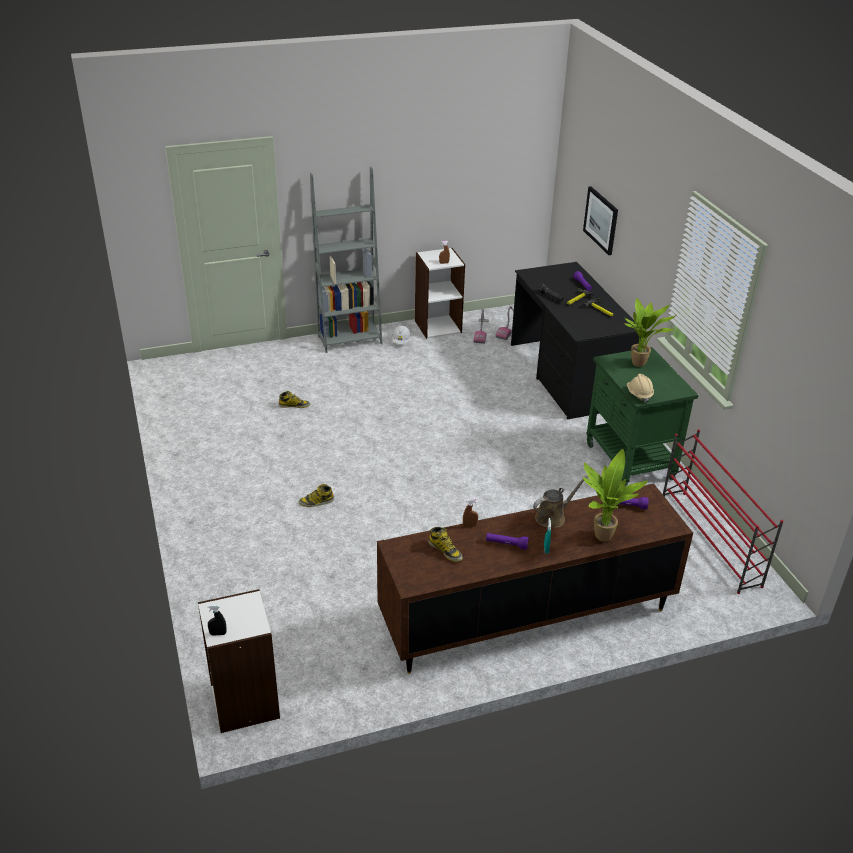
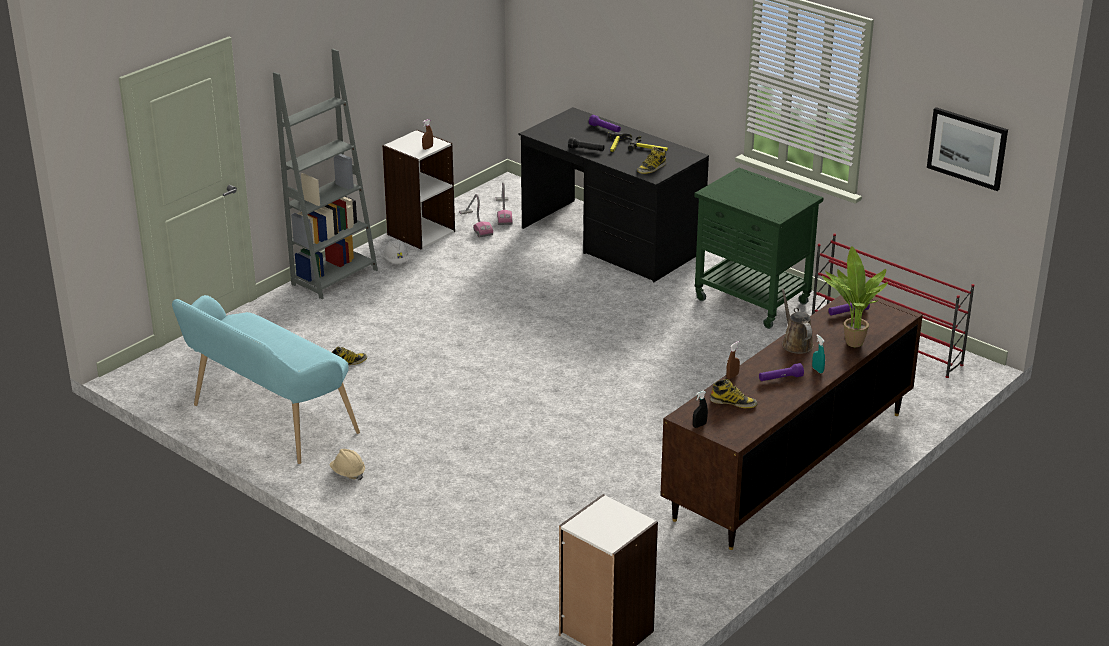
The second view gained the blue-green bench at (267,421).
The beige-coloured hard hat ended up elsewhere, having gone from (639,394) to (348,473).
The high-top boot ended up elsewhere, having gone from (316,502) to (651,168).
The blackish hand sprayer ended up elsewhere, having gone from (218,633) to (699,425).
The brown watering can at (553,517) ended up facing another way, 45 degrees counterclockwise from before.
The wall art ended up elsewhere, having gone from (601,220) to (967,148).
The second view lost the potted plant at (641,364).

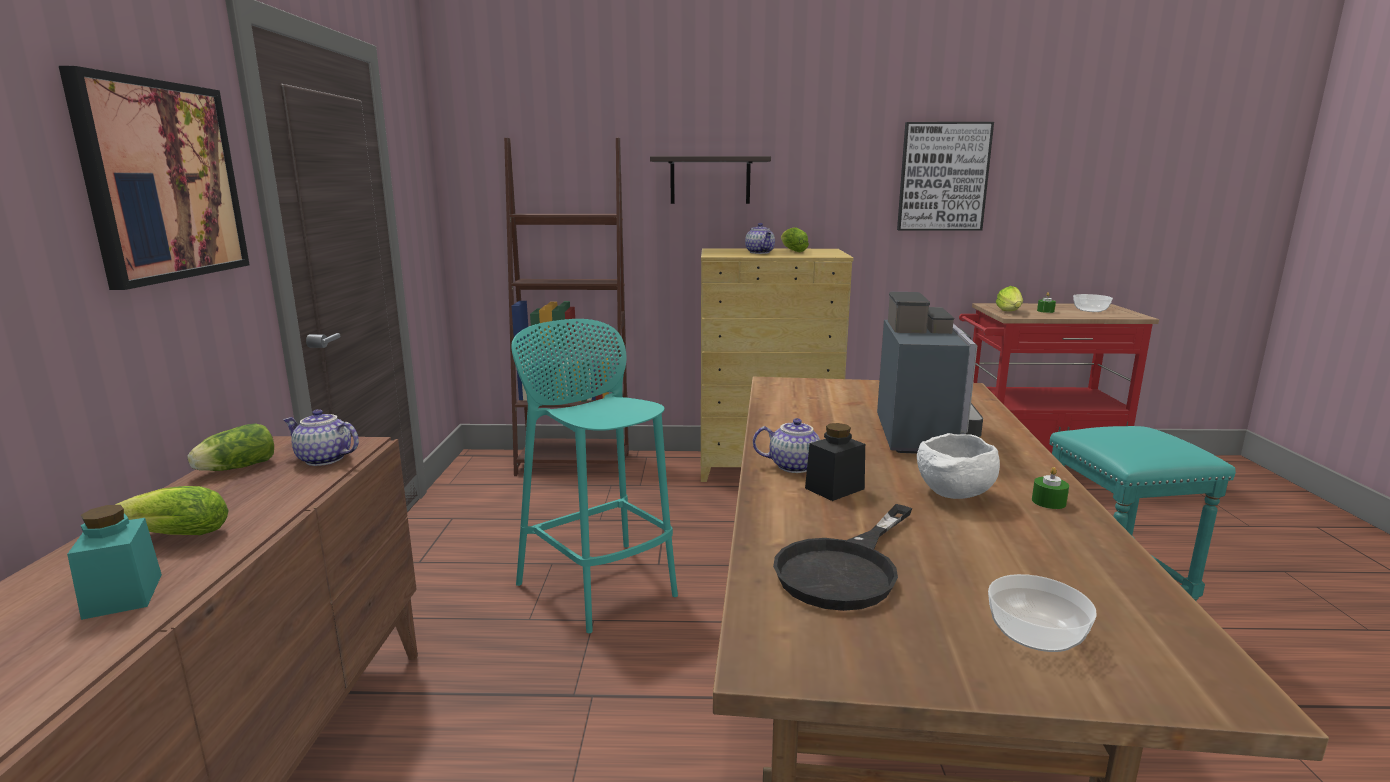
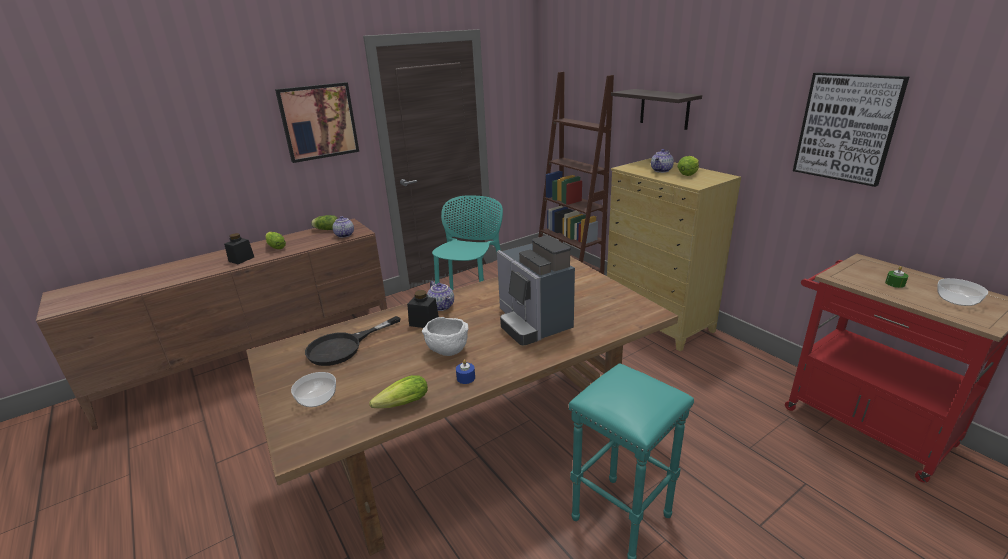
What was the blue-green jar at (123,596) turned into the blackish jar at (241,259).
The blackish skillet at (845,568) ended up facing another way, 45 degrees counterclockwise from before.
The lettuce ended up elsewhere, having gone from (1010,311) to (400,405).
What was the green wax light at (1048,502) turned into the blue-coloured wax light at (466,378).
The coffee brewer at (924,434) ended up facing another way, 90 degrees clockwise from before.

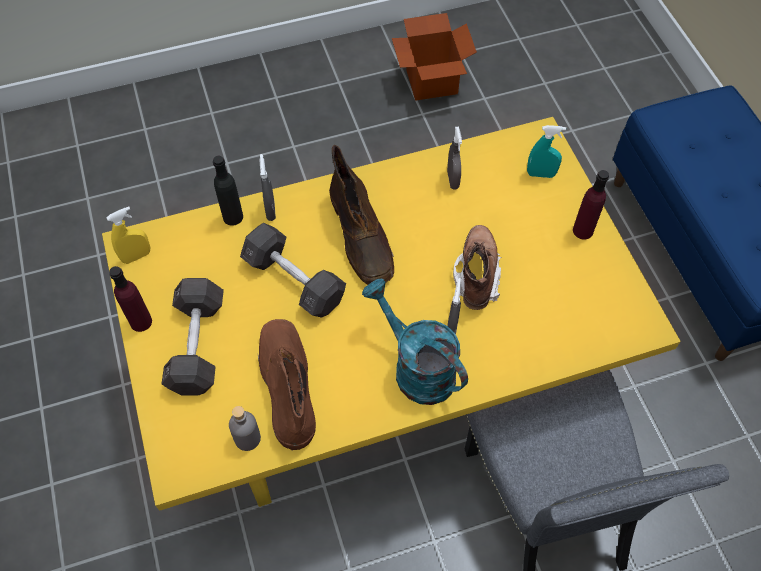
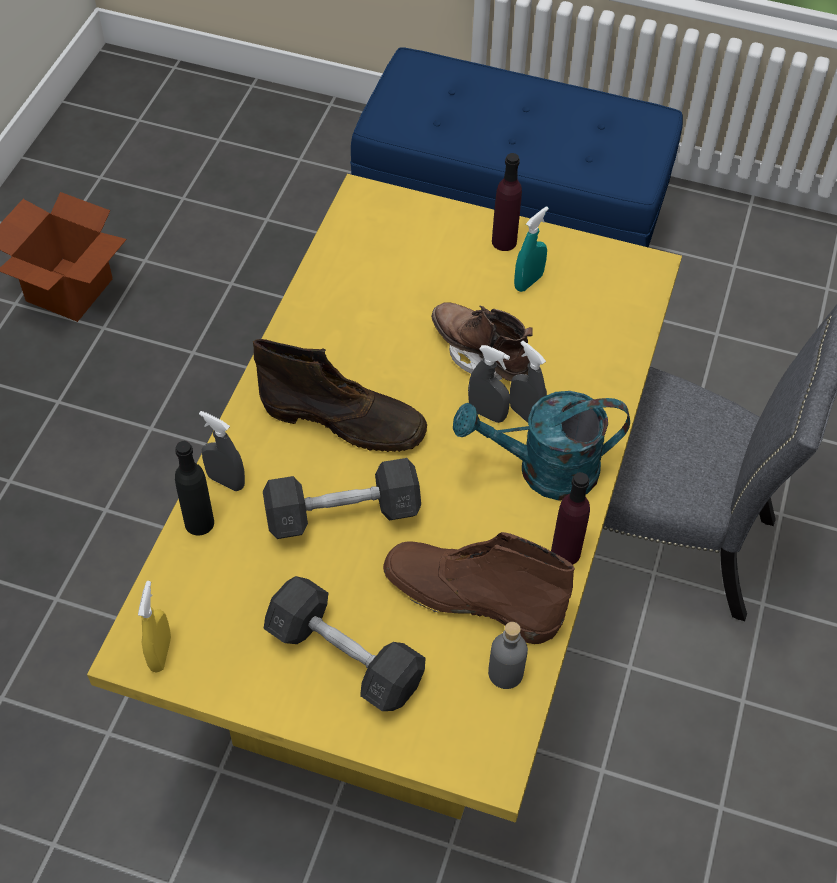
The gray hand sprayer ended up elsewhere, having gone from (453,180) to (487,413).
The blue-green hand sprayer ended up elsewhere, having gone from (541,174) to (528,282).
The purple-coloured bottle ended up elsewhere, having gone from (141,322) to (565,552).

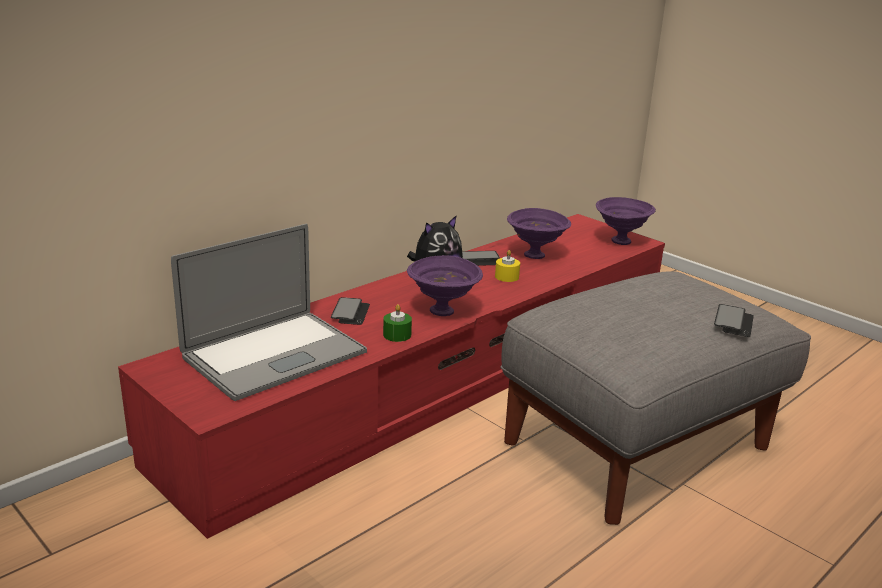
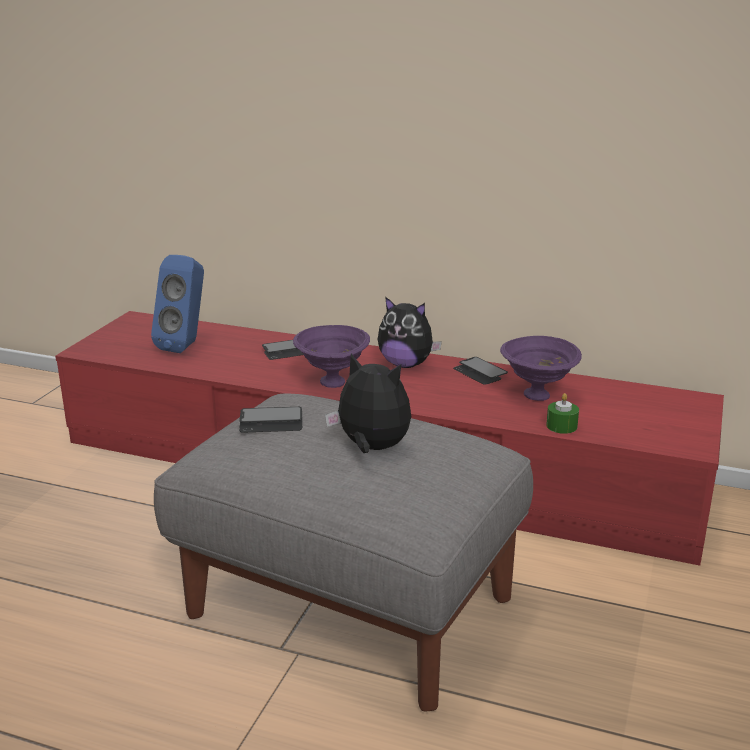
Where the notebook computer stood at (274,355), the blue-coloured audio speaker came to stand at (186,345).
The telephone ended up elsewhere, having gone from (733,322) to (271,422).
The second view gained the plush toy at (371,448).
The green wax light ended up elsewhere, having gone from (397,335) to (561,426).
The second view lost the yellowish wax light at (506,277).
The second view lost the purple-coloured bowl at (621,242).

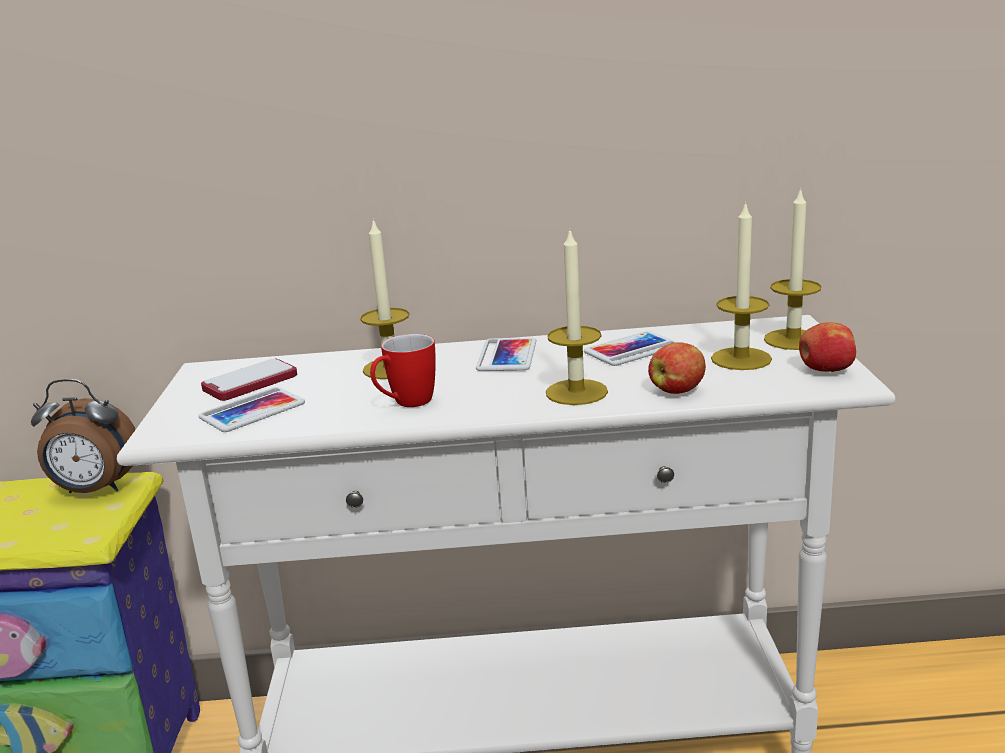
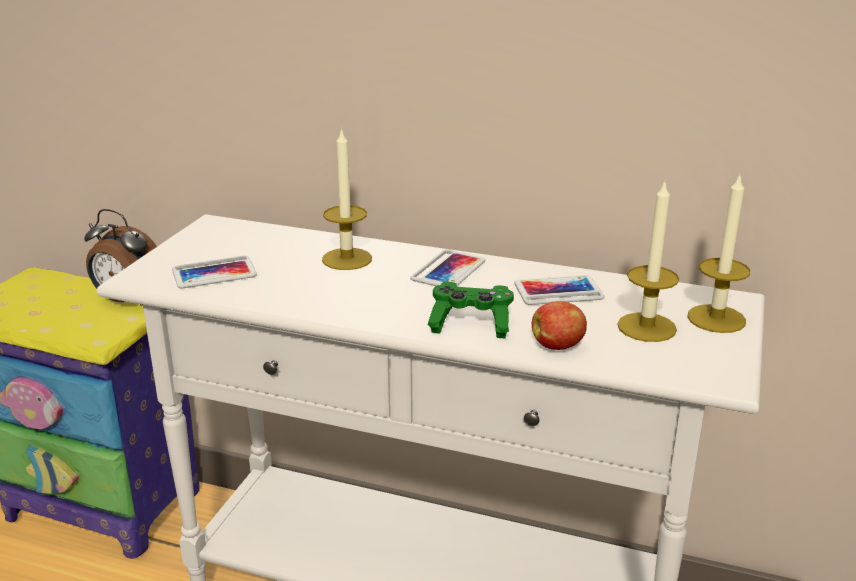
Where the wax light stood at (576,392), the green joypad came to stand at (471,323).
The second view lost the telephone at (250,382).
The second view lost the coffee mug at (405,404).
The second view lost the apple at (825,370).

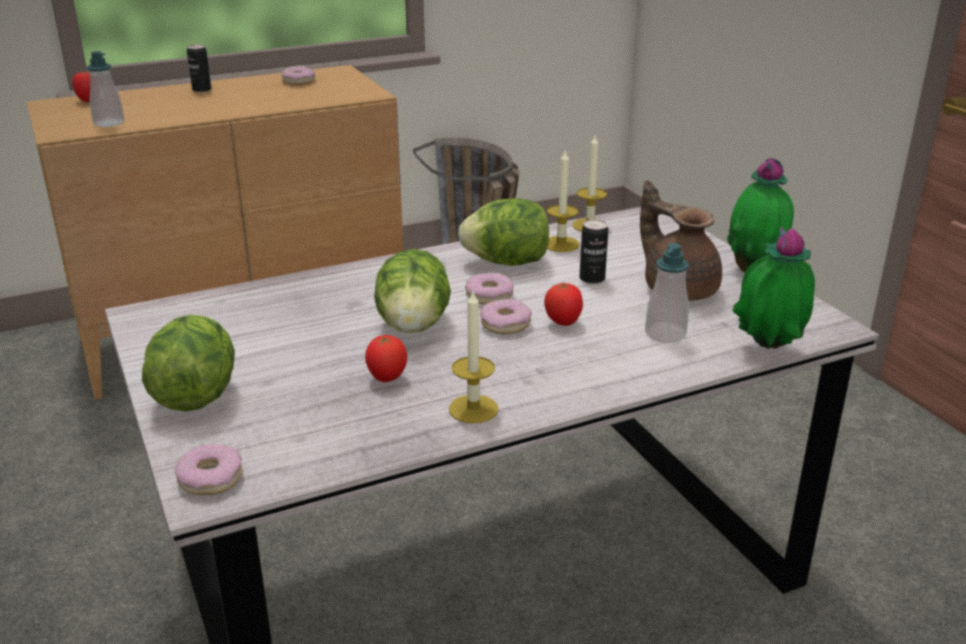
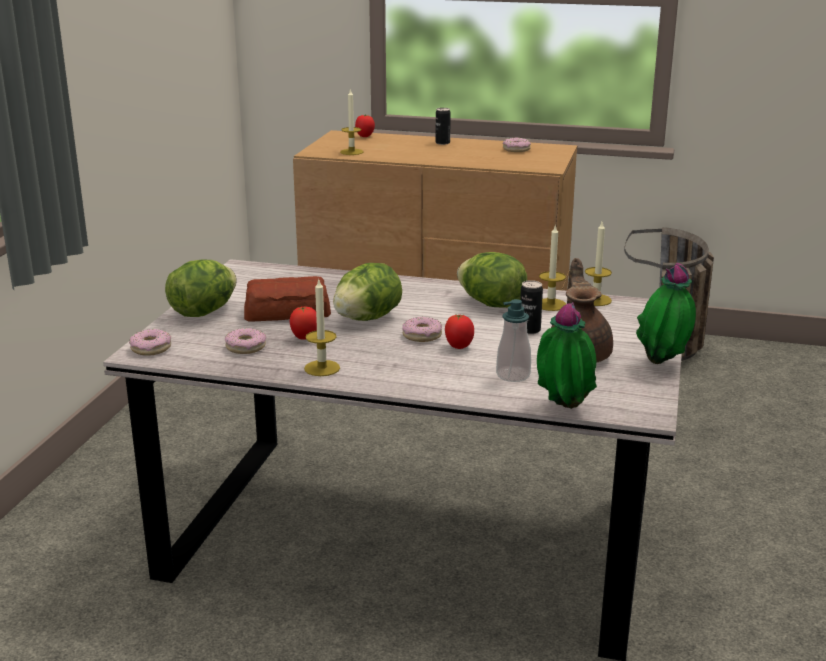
The donut ended up elsewhere, having gone from (489,296) to (246,347).
The second view gained the bakery bread at (288,312).
Where the soap dispenser stood at (109,123), the wax light came to stand at (351,152).

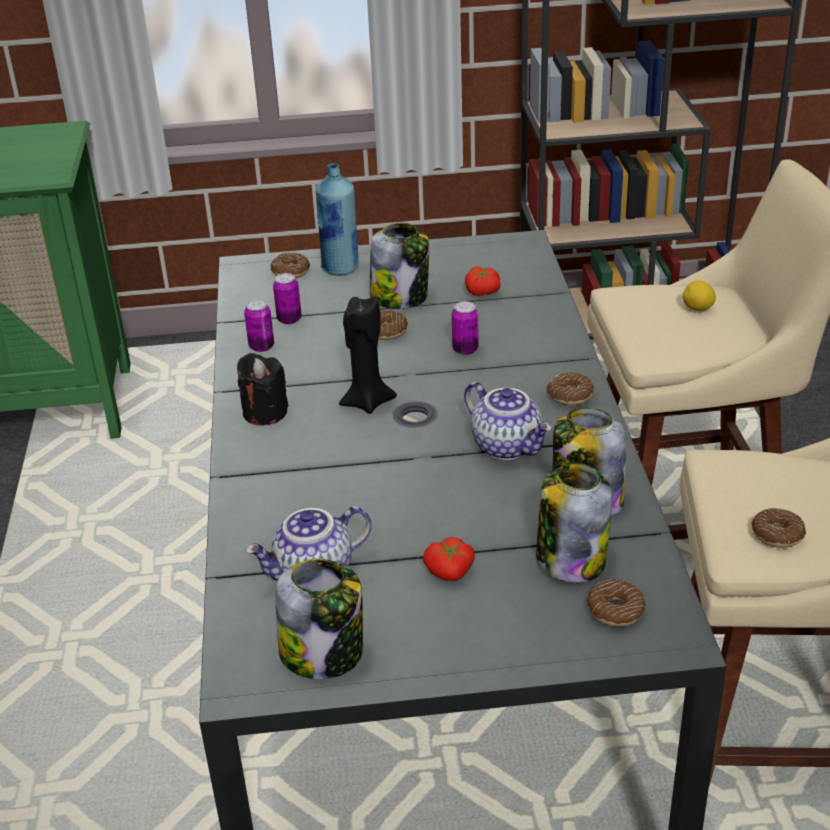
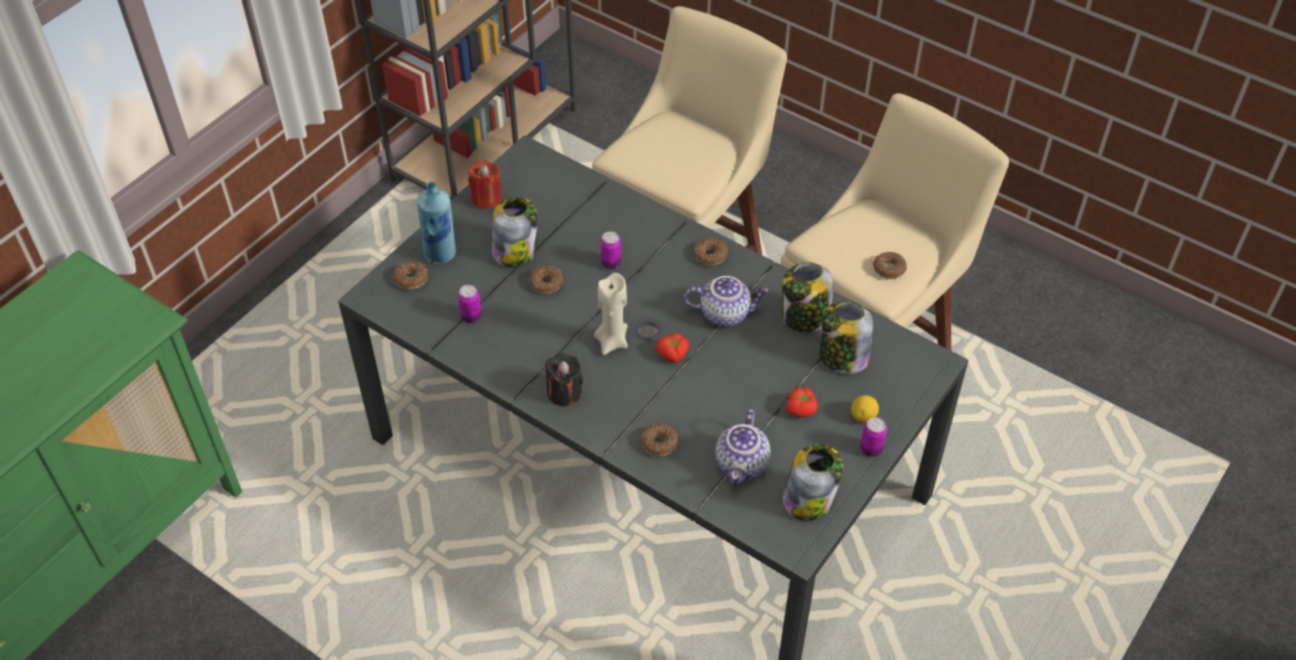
The second view gained the reddish wax light at (486,198).
What was the blackish wax light at (367,402) turned into the beige-coloured wax light at (612,341).
The donut ended up elsewhere, having gone from (615,610) to (659,443).
The tomato ended up elsewhere, having gone from (481,292) to (673,355).
The citrus fruit ended up elsewhere, having gone from (698,309) to (863,416).
The sealed can ended up elsewhere, having gone from (261,346) to (871,449).

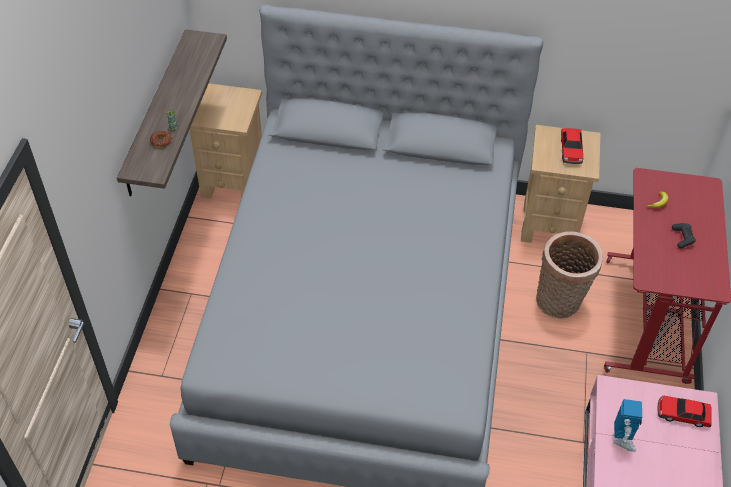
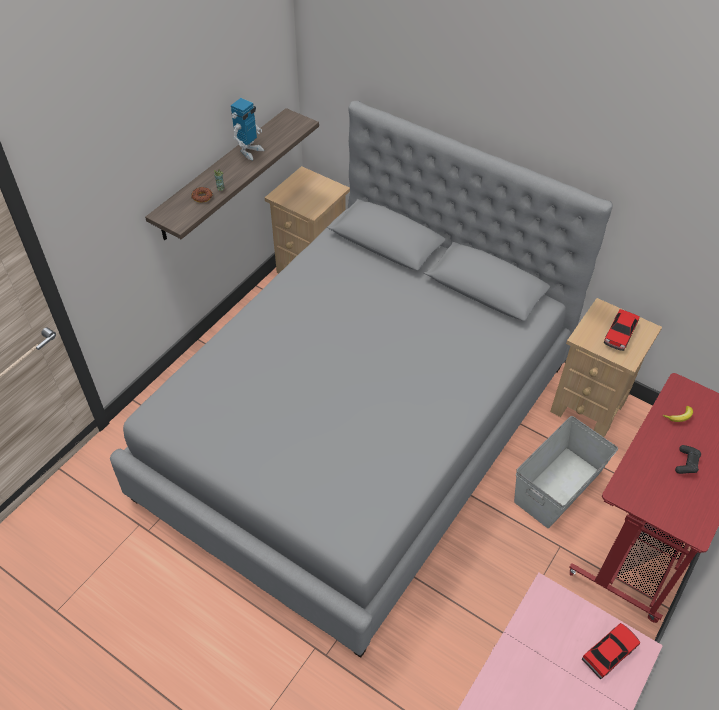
The toy robot ended up elsewhere, having gone from (622,439) to (249,151).
Where the storage basket stood at (560,303), the gray storage box came to stand at (558,486).
The model car at (682,414) ended up facing another way, 105 degrees clockwise from before.

